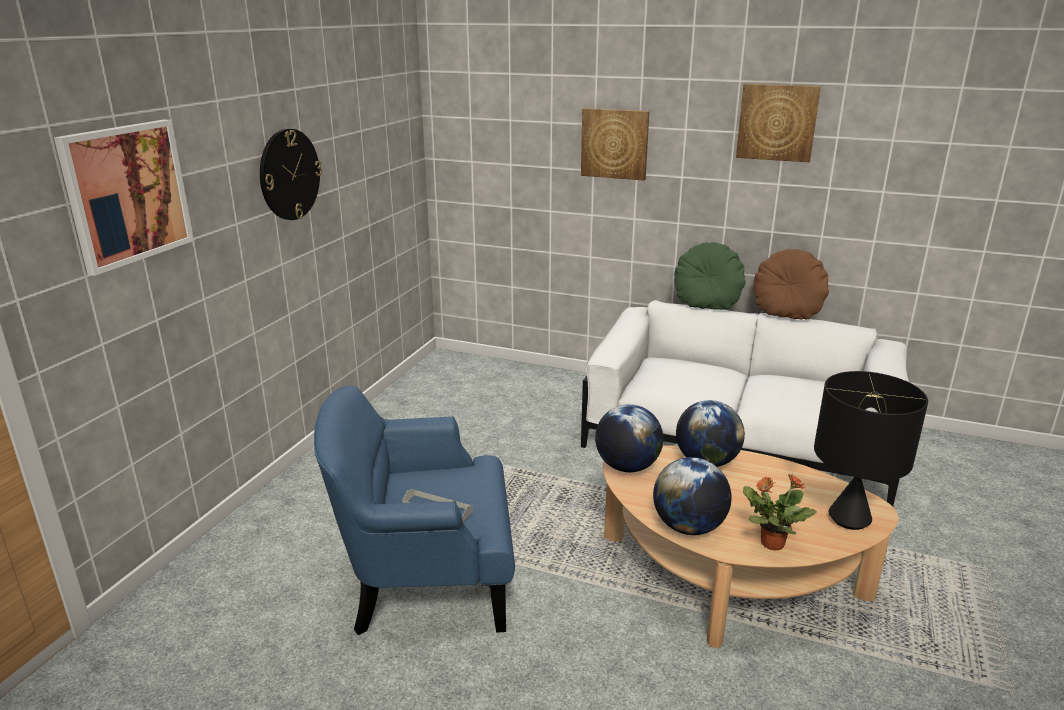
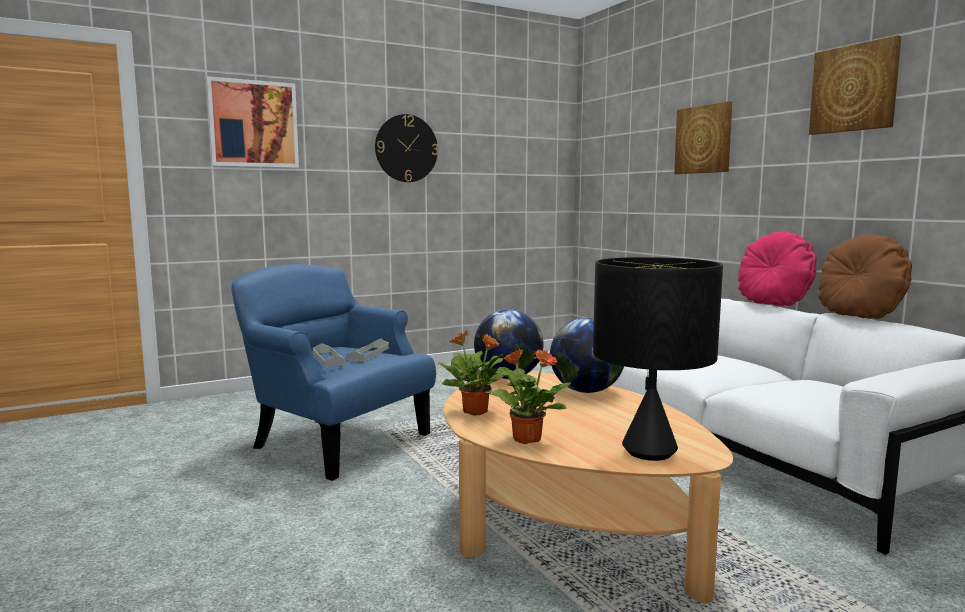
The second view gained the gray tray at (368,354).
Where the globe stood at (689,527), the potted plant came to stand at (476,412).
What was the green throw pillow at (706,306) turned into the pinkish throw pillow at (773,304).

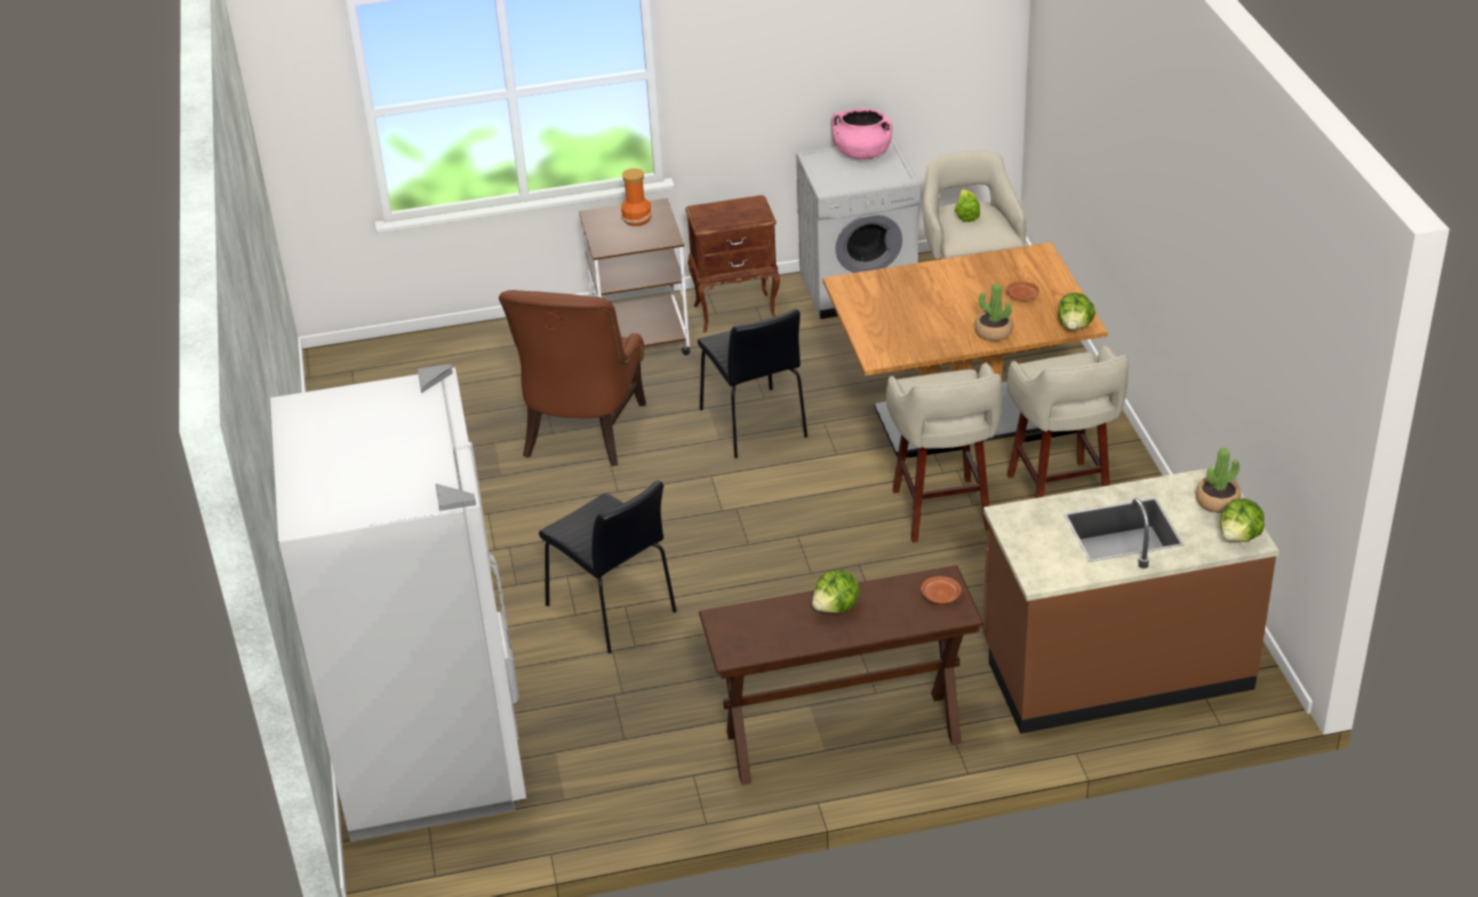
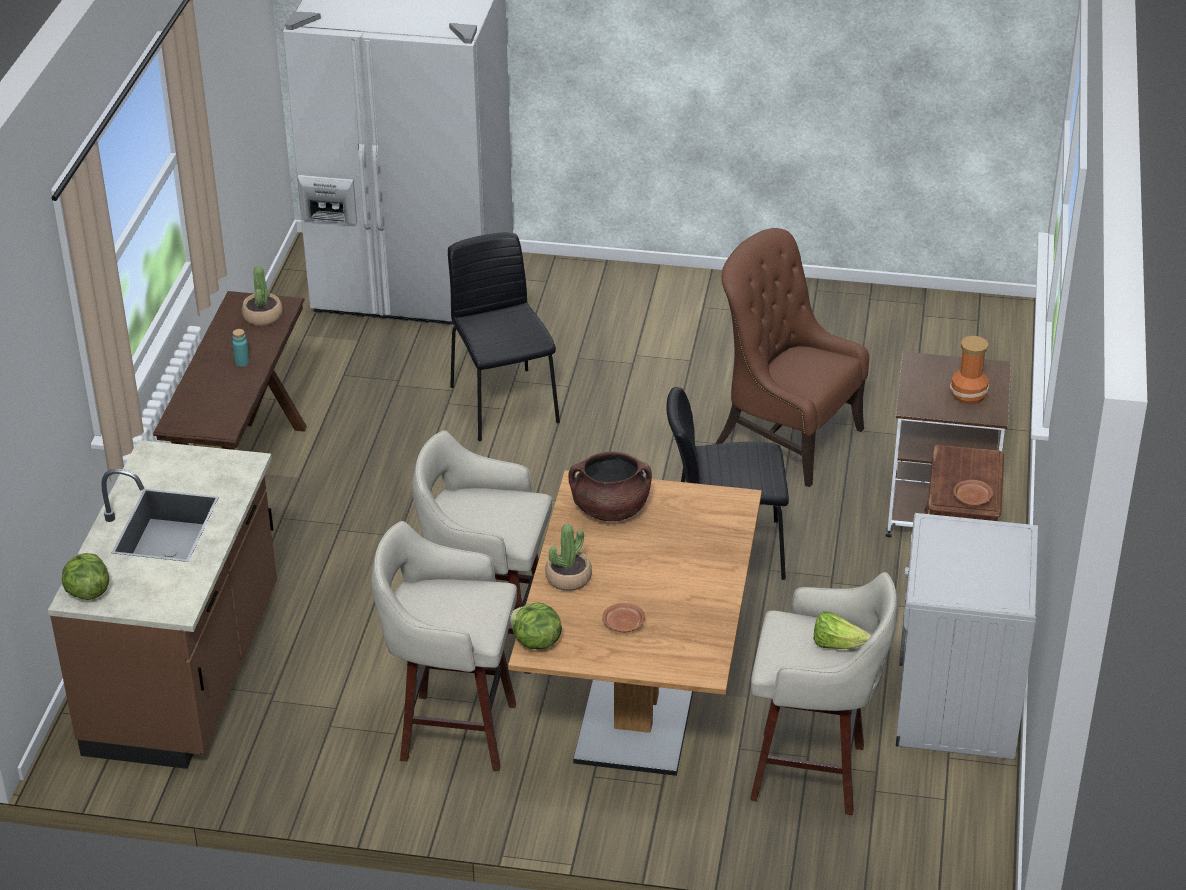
Where the lettuce stood at (836,608), the blue-green bottle came to stand at (242,362).
The potted plant ended up elsewhere, having gone from (1217,501) to (262,316).
The blackish upright chair at (614,610) ended up facing another way, 90 degrees clockwise from before.
The second view gained the brown saucepot at (610,509).
The brown dinner plate ended up elsewhere, having gone from (940,595) to (972,498).
The second view lost the pinkish saucepot at (862,153).

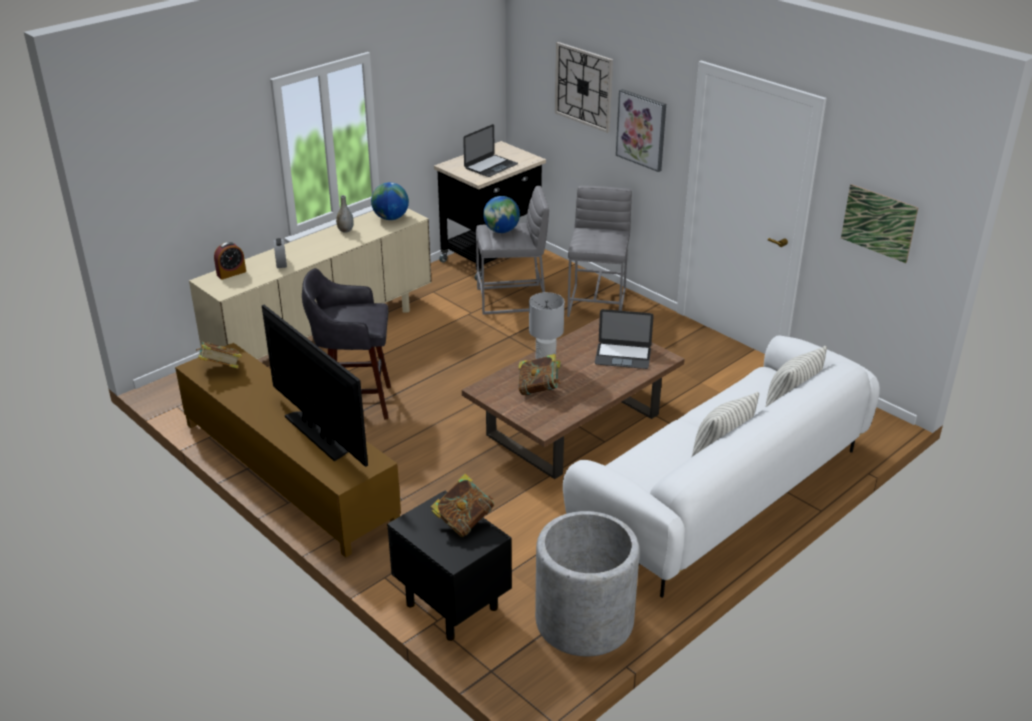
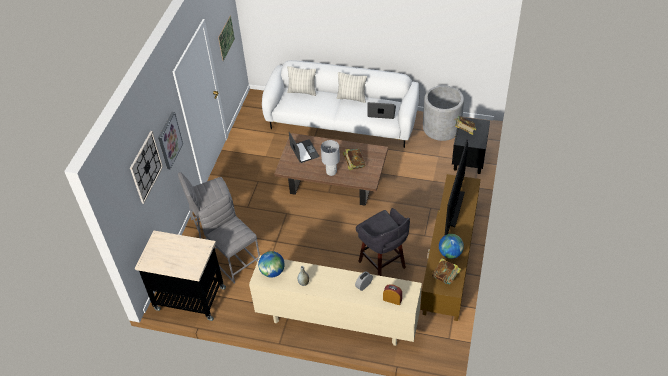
The notebook computer ended up elsewhere, having gone from (491,166) to (381,112).
The globe ended up elsewhere, having gone from (501,231) to (450,253).

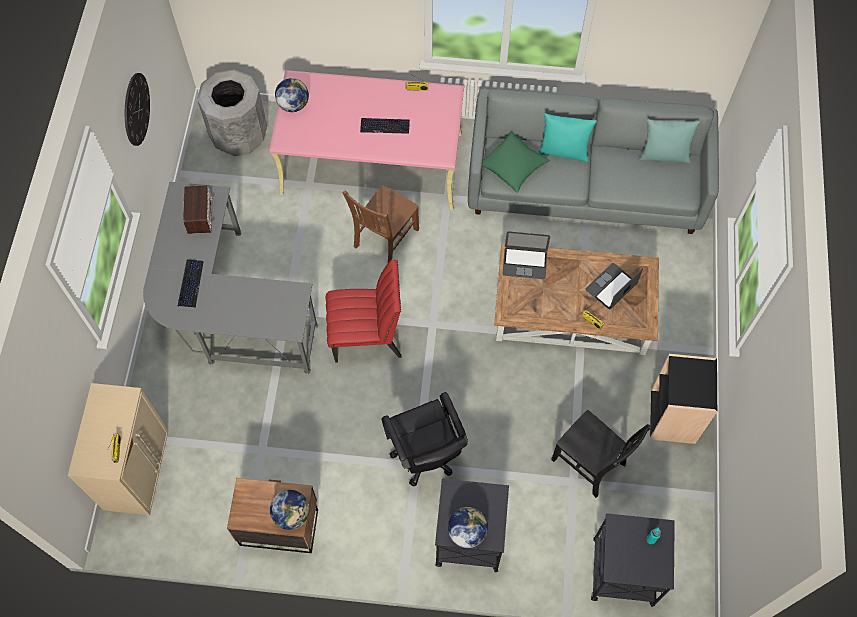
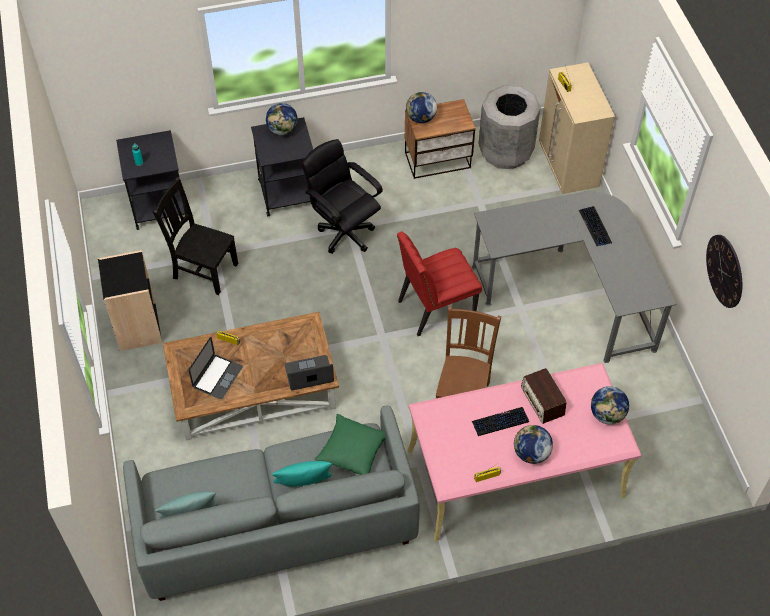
The gray rubbish bin ended up elsewhere, having gone from (239,135) to (506,152).
The second view gained the globe at (531,453).
The radio set ended up elsewhere, having gone from (200,214) to (542,401).

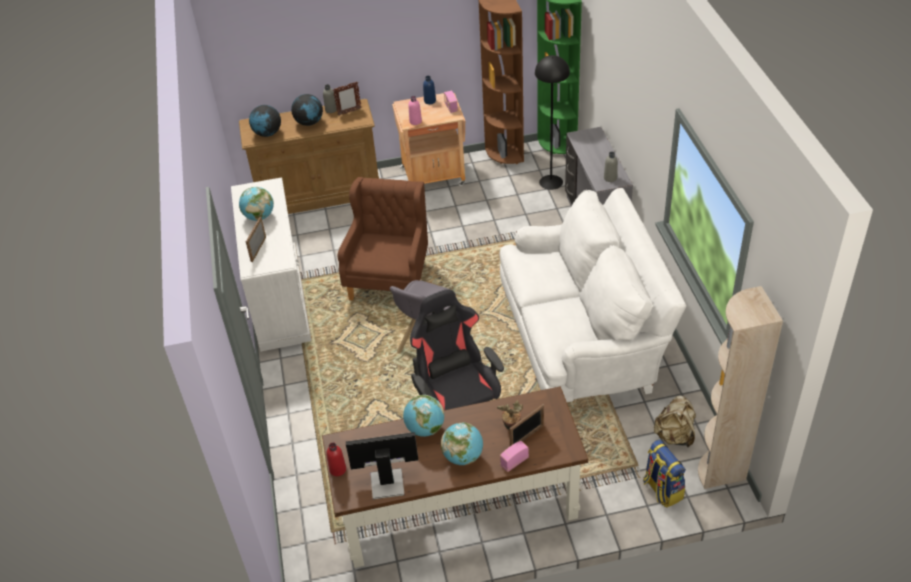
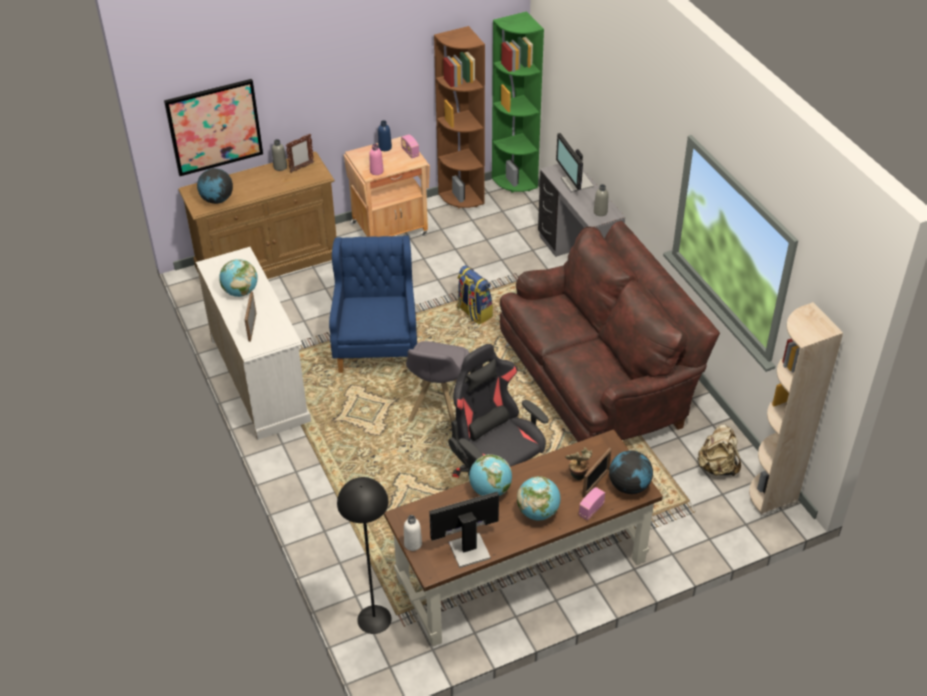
The second view gained the wall art at (214,127).
What was the brown lounge chair at (391,278) turned into the blue-coloured lounge chair at (377,344).
The blackish floor lamp ended up elsewhere, having gone from (551,182) to (374,619).
What was the reddish bottle at (337,469) turned into the white bottle at (413,544).
The rucksack ended up elsewhere, having gone from (662,489) to (473,313).
What was the white settee at (583,338) turned into the brown settee at (599,382).
The second view gained the monitor at (576,183).
The globe ended up elsewhere, having gone from (309,122) to (629,486).

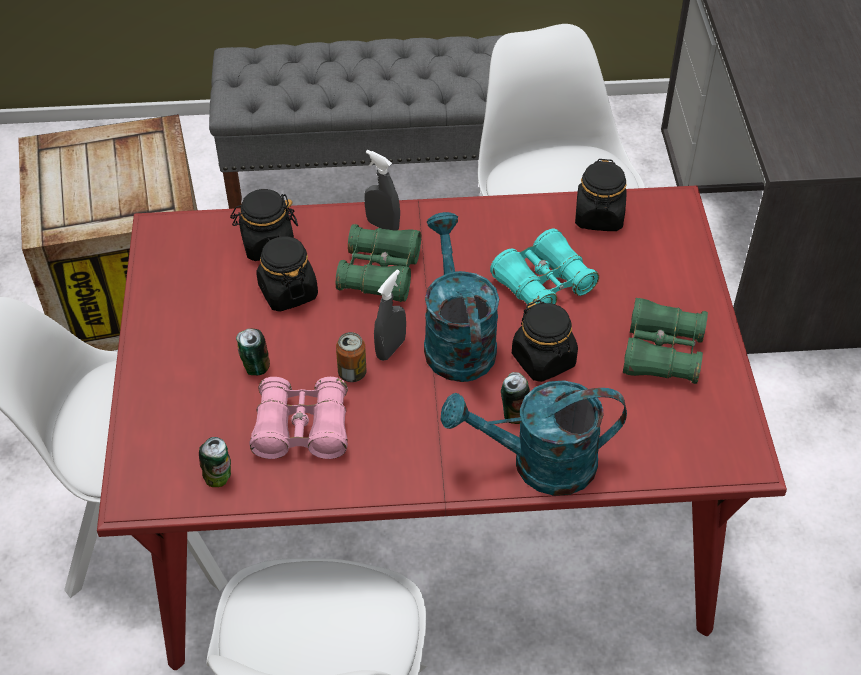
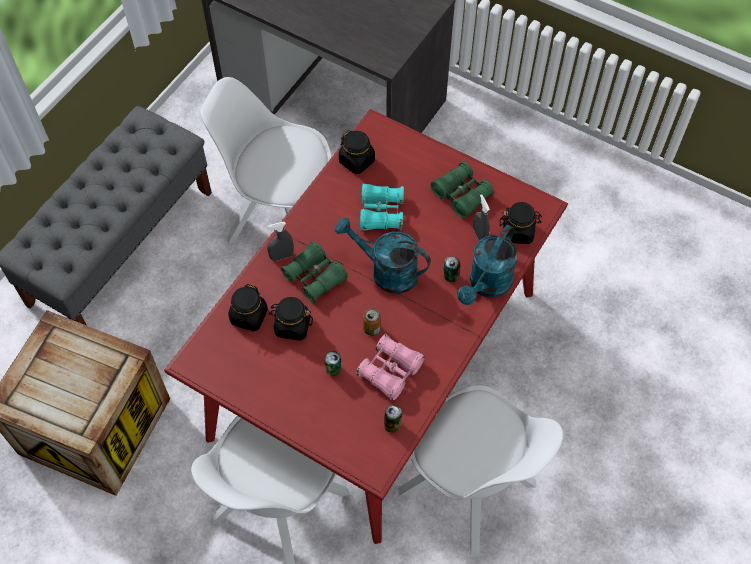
The gray hand sprayer ended up elsewhere, having gone from (391,348) to (479,235).
The blackish jar ended up elsewhere, having gone from (544,360) to (518,232).

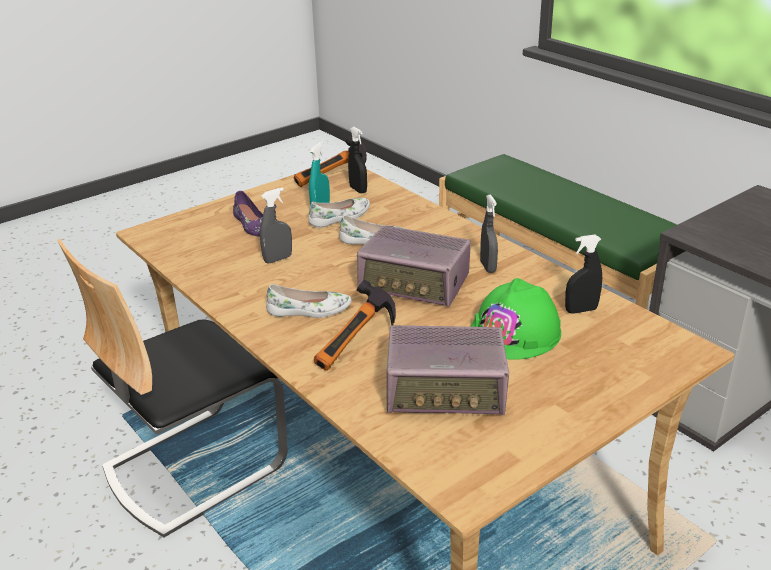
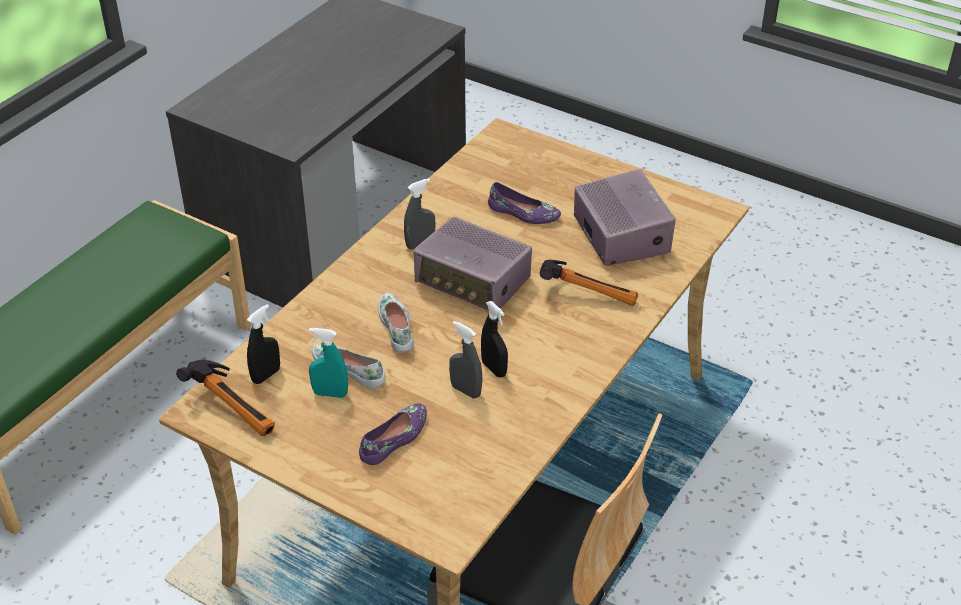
The radio set at (415,284) ended up facing another way, 120 degrees clockwise from before.
The blackish hand sprayer ended up elsewhere, having gone from (581,310) to (494,369).
Where the green hard hat stood at (515,332), the purple-coloured shoe came to stand at (523,214).
The second view lost the white shoe at (309,311).

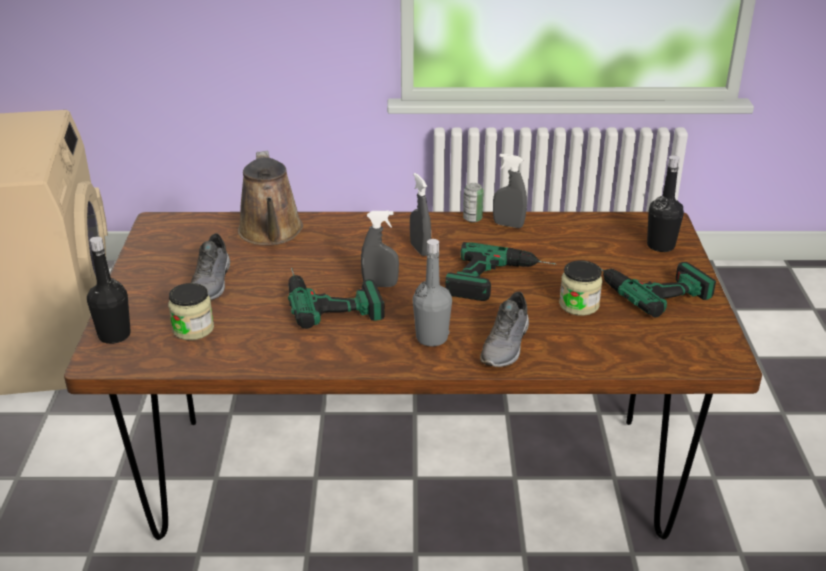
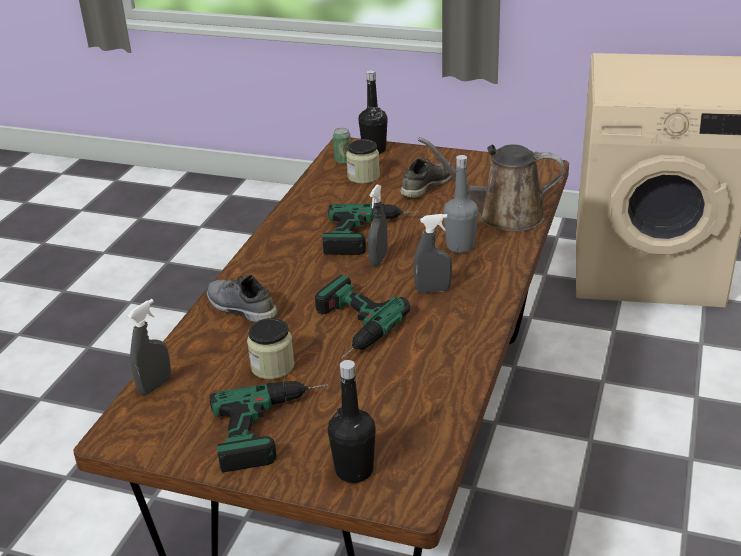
The gray hand sprayer ended up elsewhere, having gone from (508,225) to (155,386).
The sealed can ended up elsewhere, having gone from (472,218) to (343,161).
The gray shoe at (212,283) ended up facing another way, 105 degrees clockwise from before.
The gray bottle ended up elsewhere, having gone from (431,338) to (460,246).

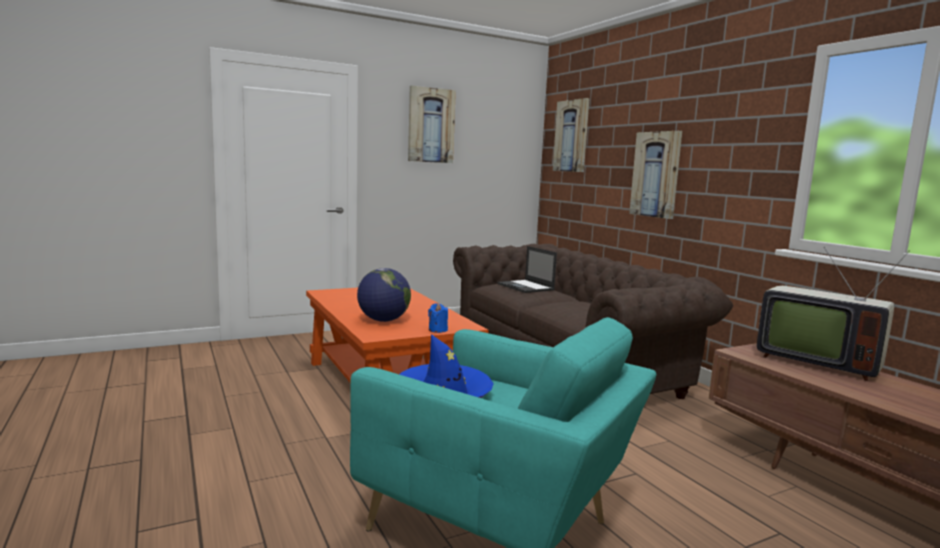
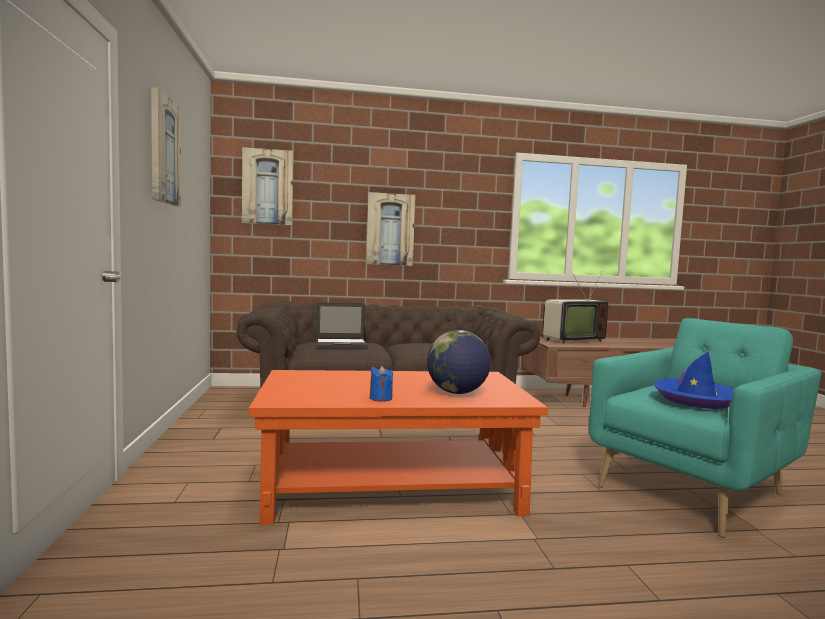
The blue-coloured wax light ended up elsewhere, having gone from (437,330) to (380,398).

